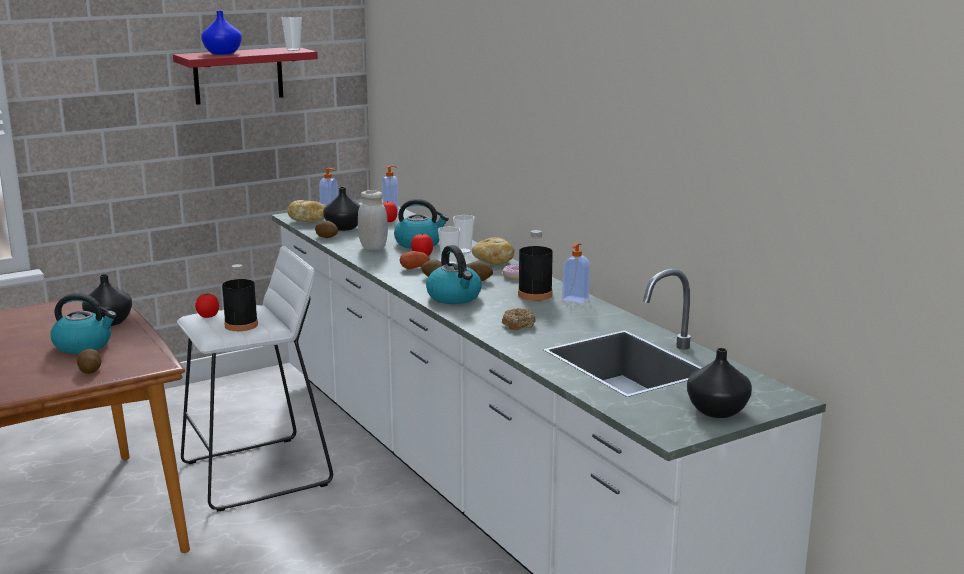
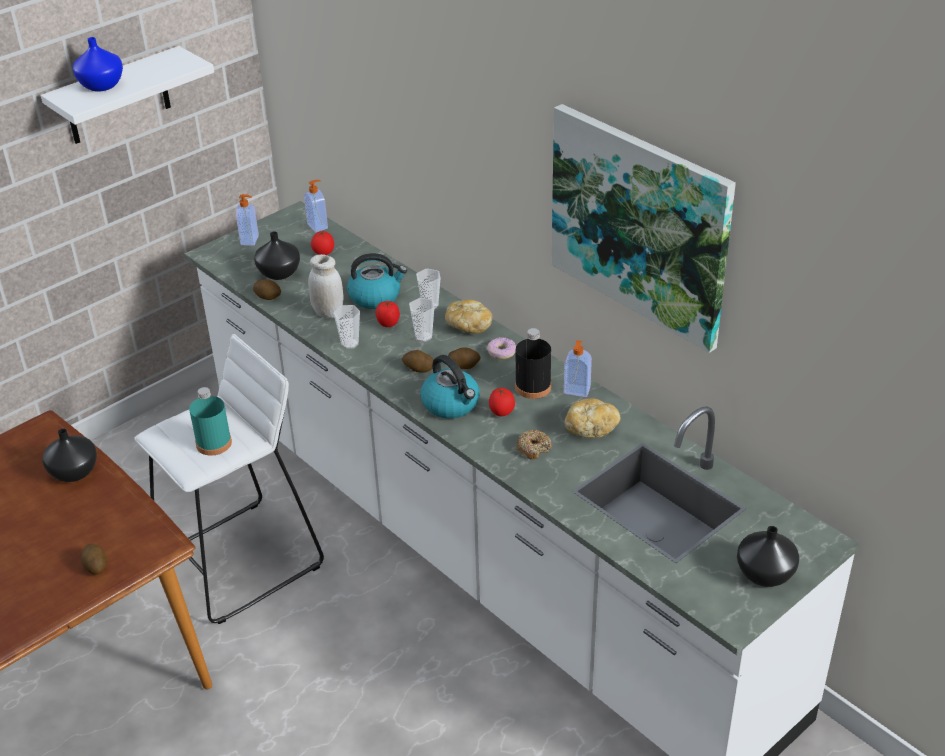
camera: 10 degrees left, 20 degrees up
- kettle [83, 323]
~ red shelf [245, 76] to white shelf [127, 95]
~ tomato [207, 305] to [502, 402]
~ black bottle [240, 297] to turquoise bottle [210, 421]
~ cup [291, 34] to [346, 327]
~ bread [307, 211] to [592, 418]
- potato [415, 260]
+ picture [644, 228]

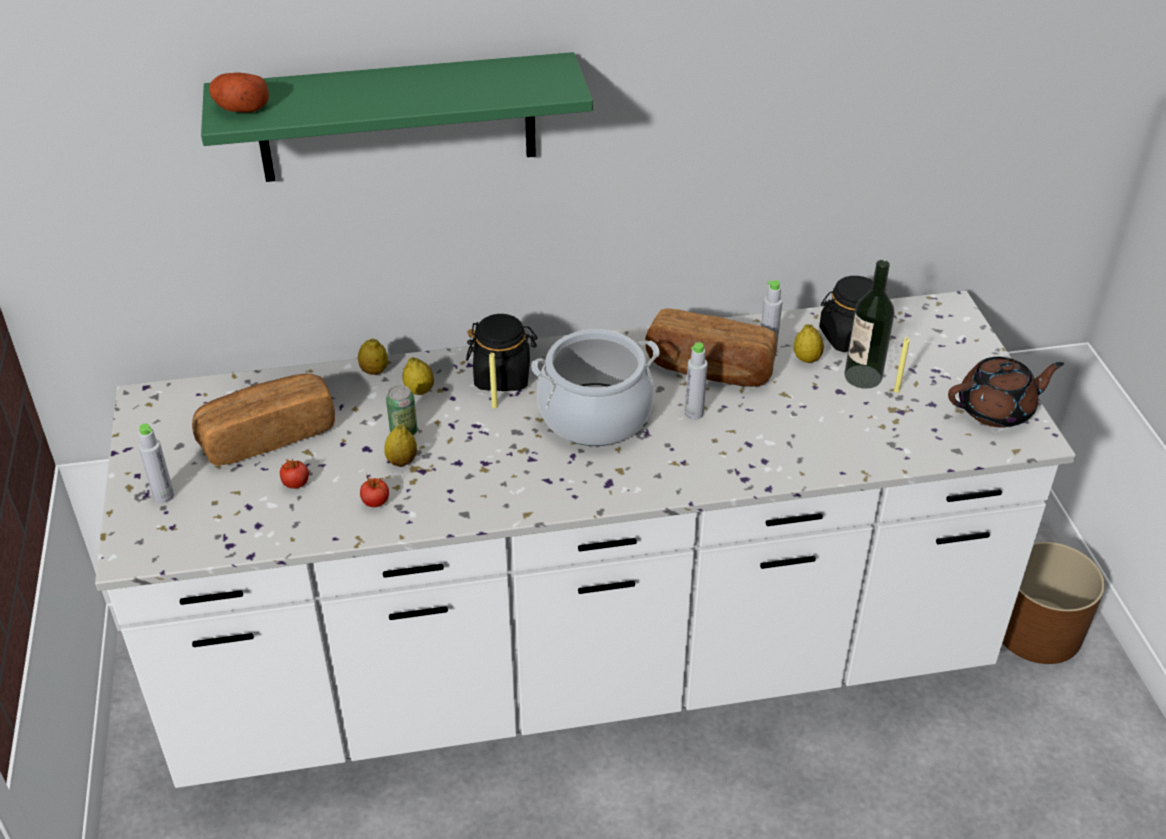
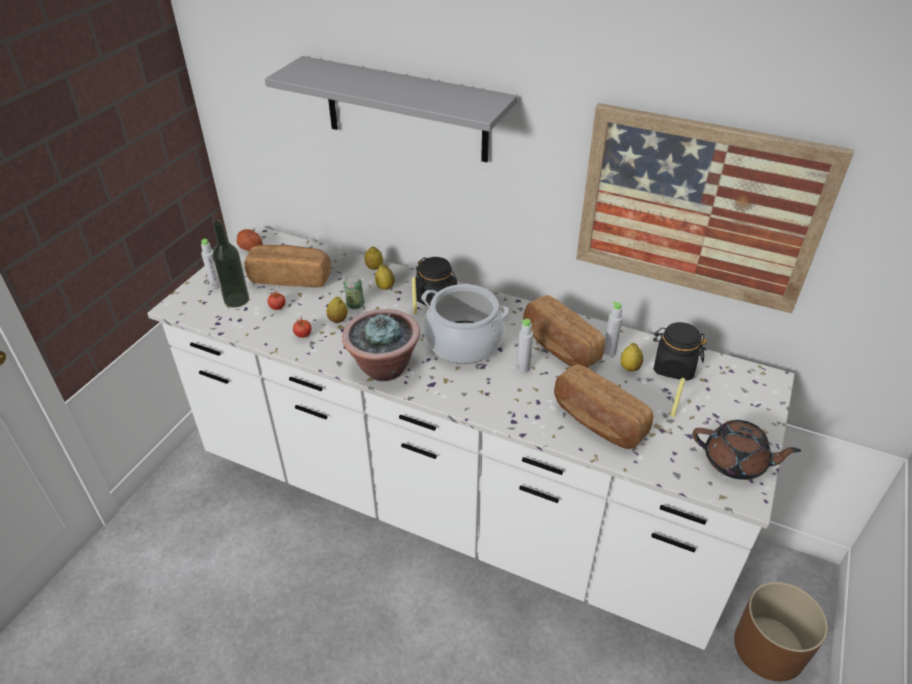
camera: 35 degrees right, 0 degrees up
~ green shelf [397, 117] to grey shelf [391, 109]
~ potato [239, 92] to [250, 240]
~ bottle [870, 324] to [230, 264]
+ potted plant [381, 345]
+ bread [604, 406]
+ picture [715, 208]

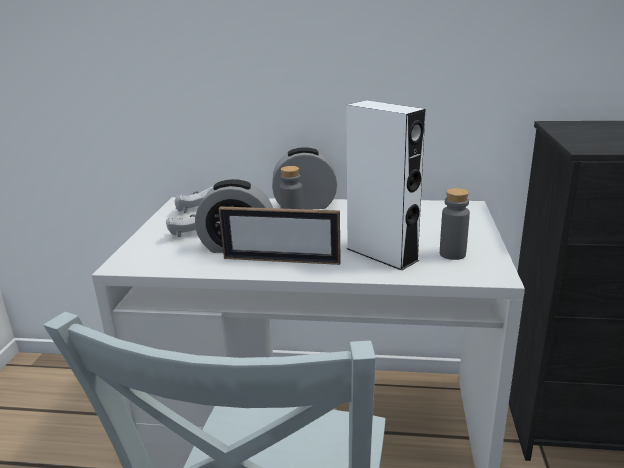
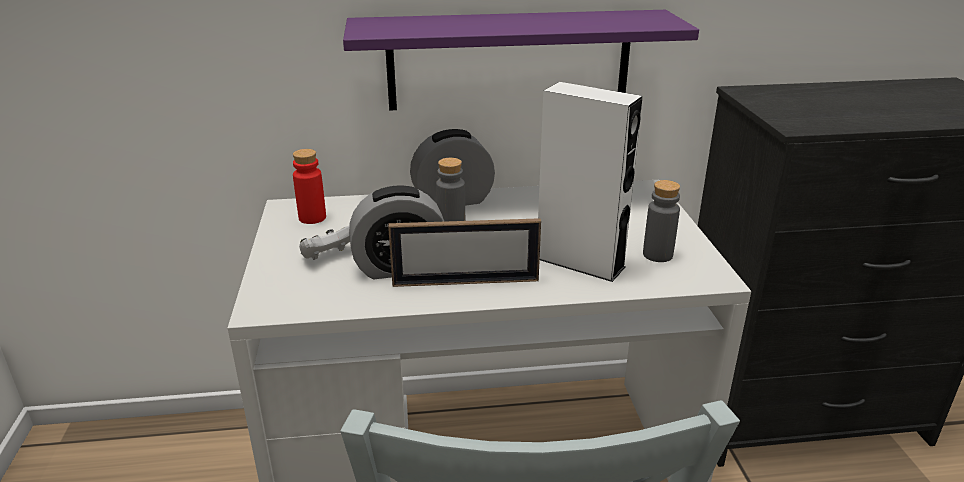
camera: 15 degrees left, 5 degrees up
~ white game controller [193, 199] to red bottle [309, 186]
+ purple shelf [521, 60]

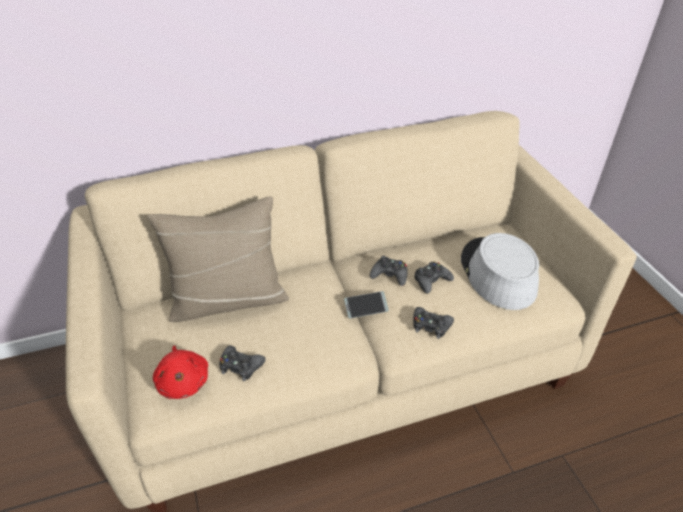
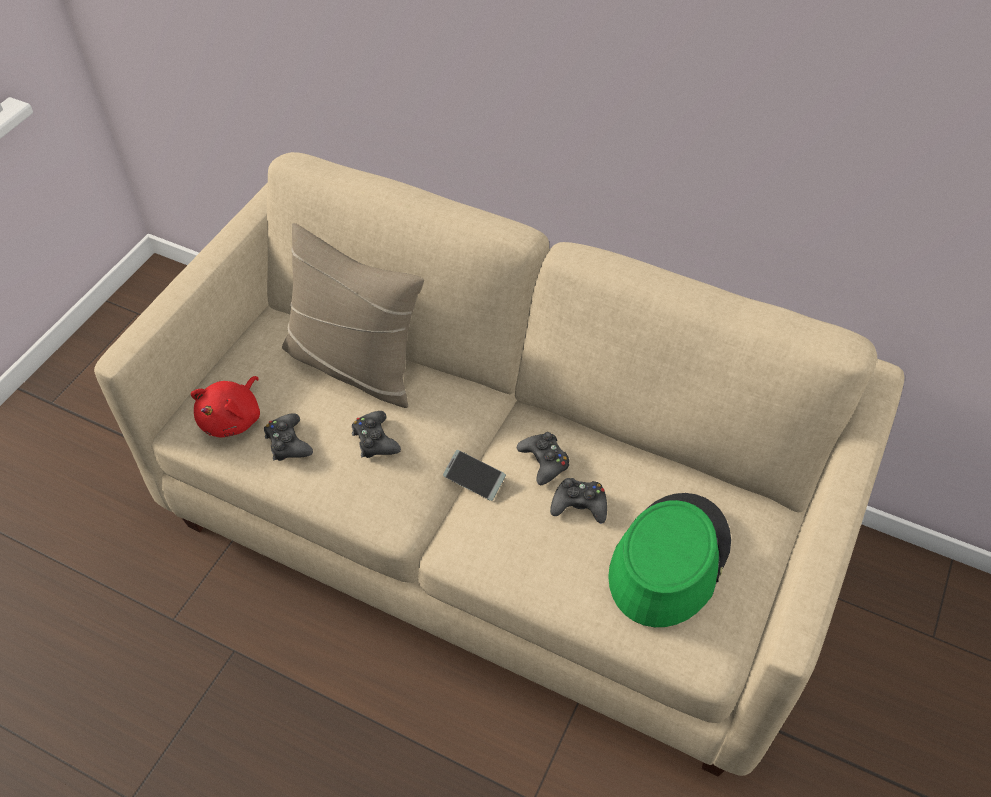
camera: 45 degrees right, 10 degrees up
~ black game controller [433, 323] to [376, 434]
~ grey hat [500, 271] to green hat [669, 560]

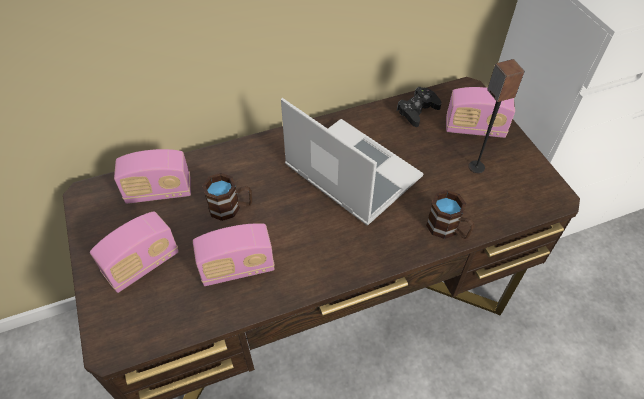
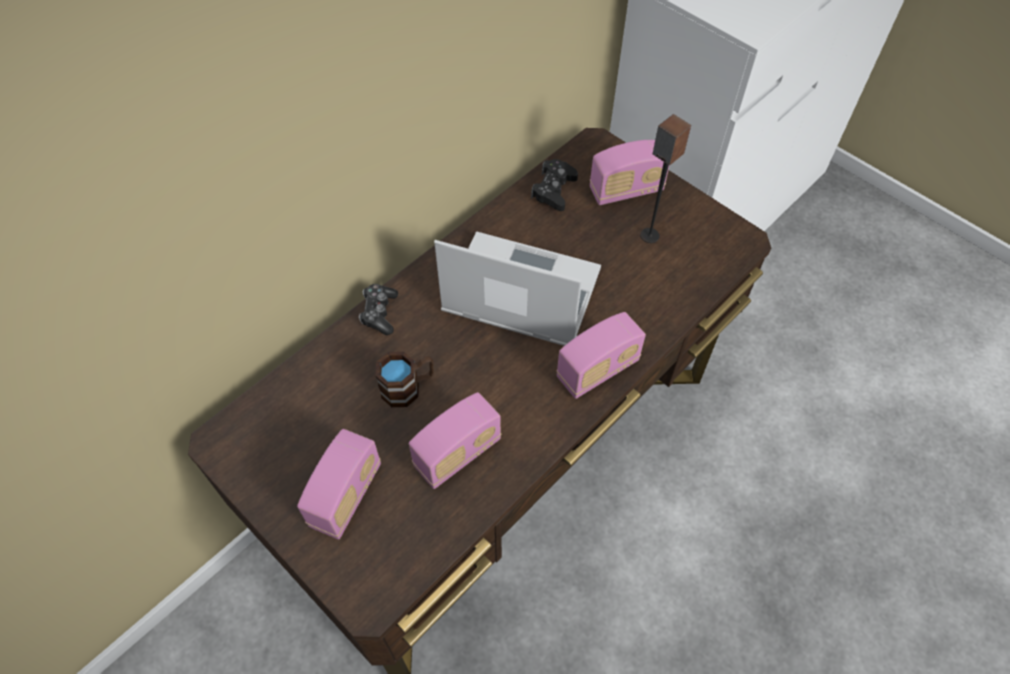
camera: 25 degrees left, 5 degrees up
~ radio [152, 176] to [601, 355]
- brown mug [450, 214]
+ game controller [378, 309]

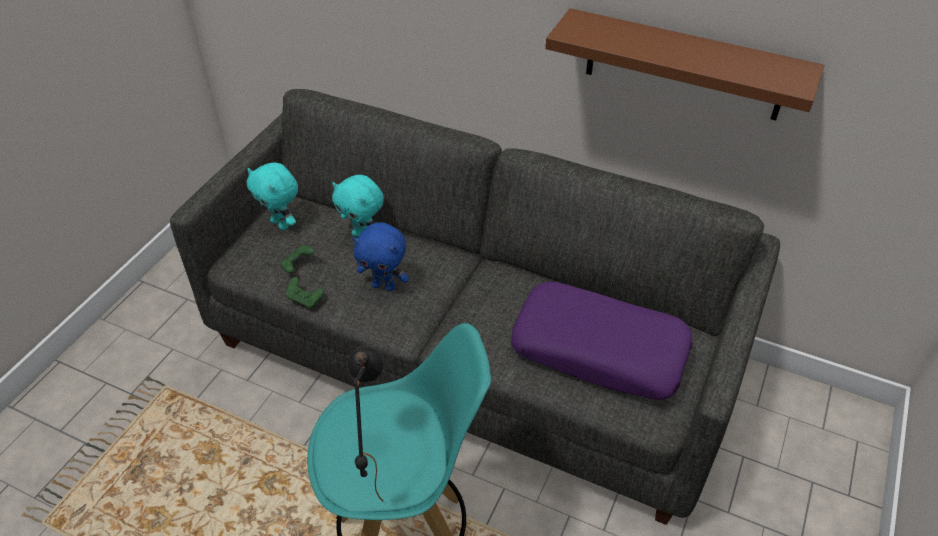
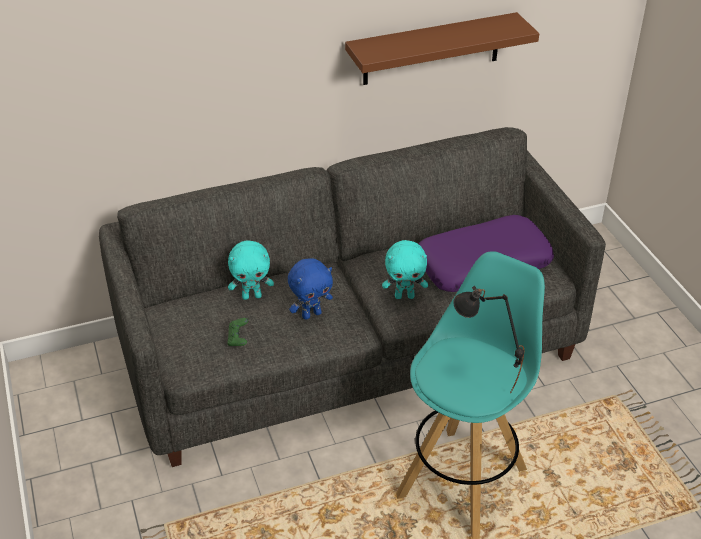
camera: 45 degrees left, 5 degrees down
~ turquoise plush toy [272, 196] to [405, 269]
- green game controller [305, 293]

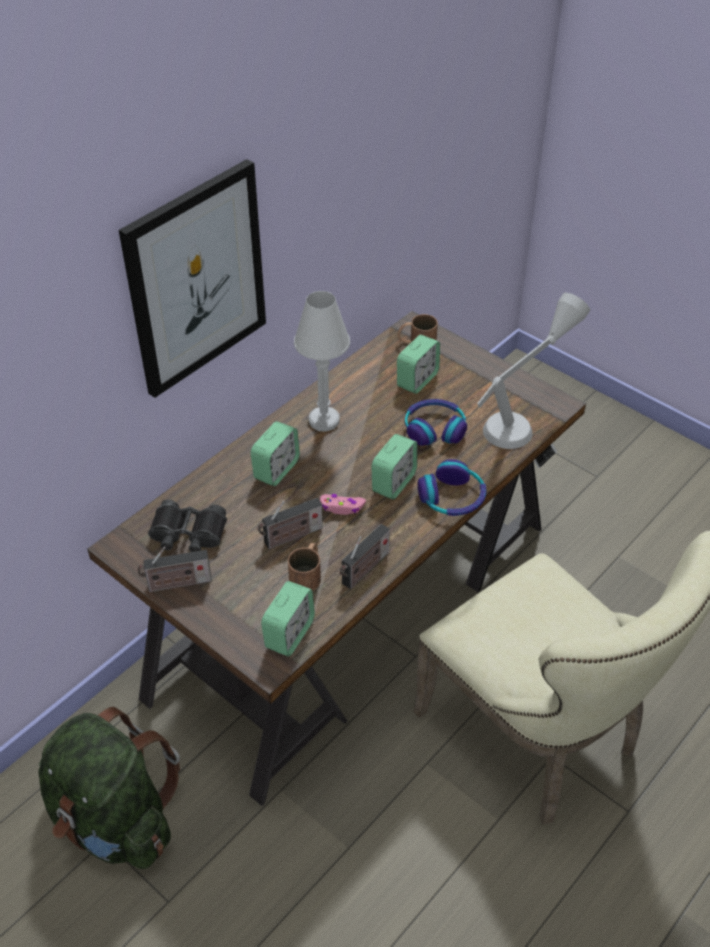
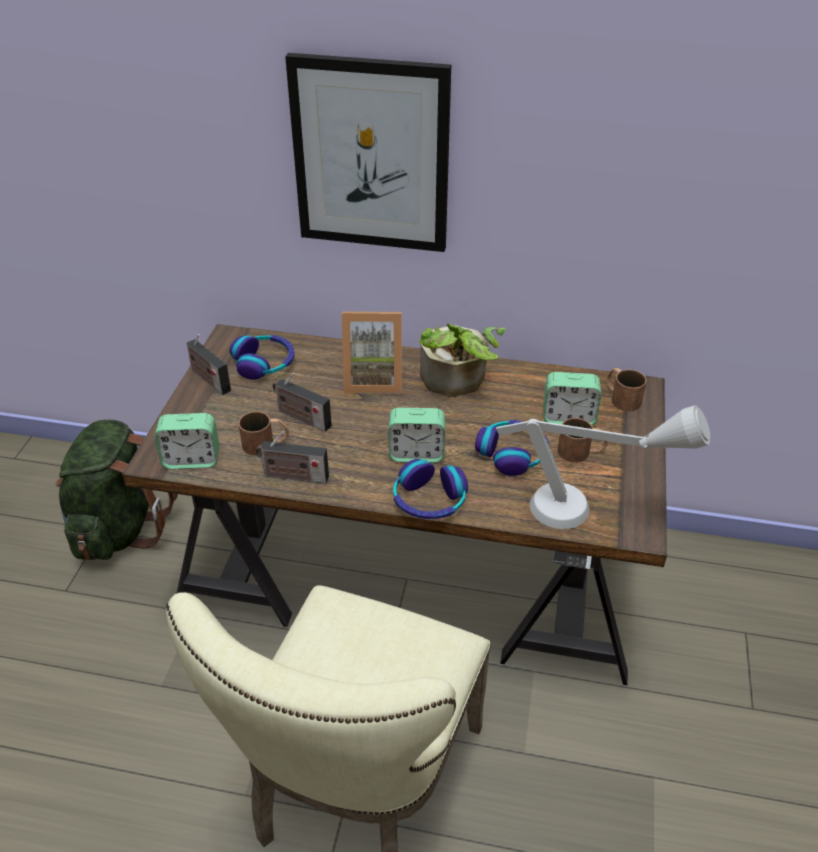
camera: 60 degrees right, 5 degrees down
~ black binoculars [187, 525] to headphones [262, 357]
~ alarm clock [275, 453] to picture frame [372, 352]
~ white table lamp [322, 361] to potted plant [462, 360]
- pink game controller [343, 504]
+ brown mug [583, 440]

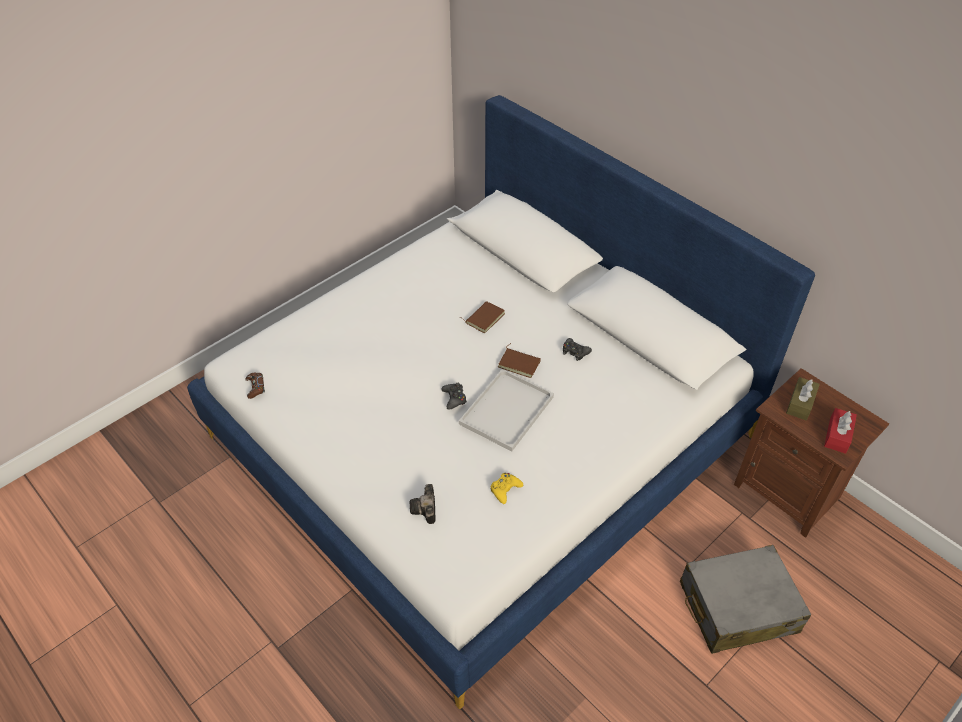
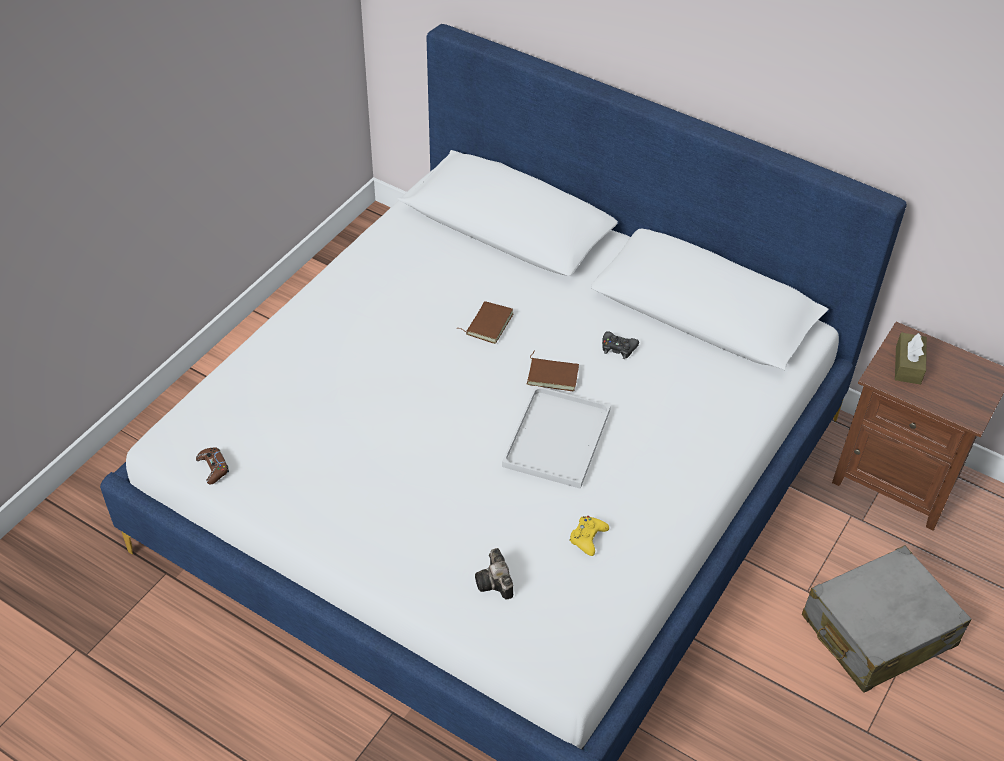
camera: 15 degrees left, 0 degrees up
- black game controller [454, 396]
- red tissue box [840, 431]

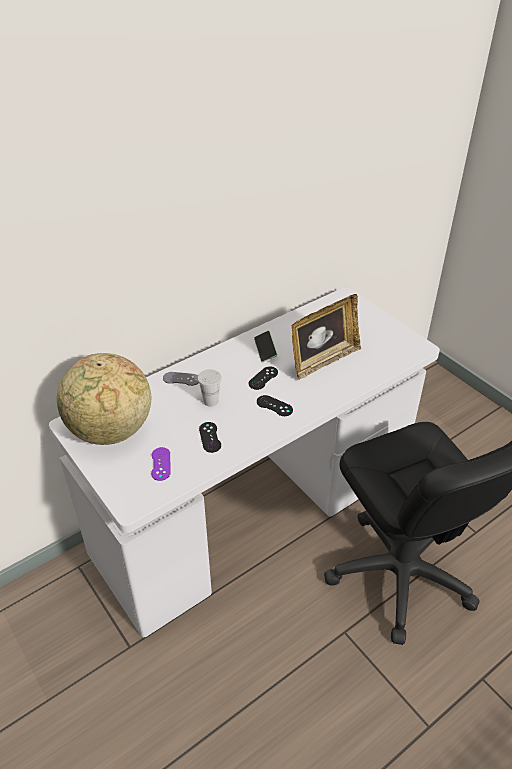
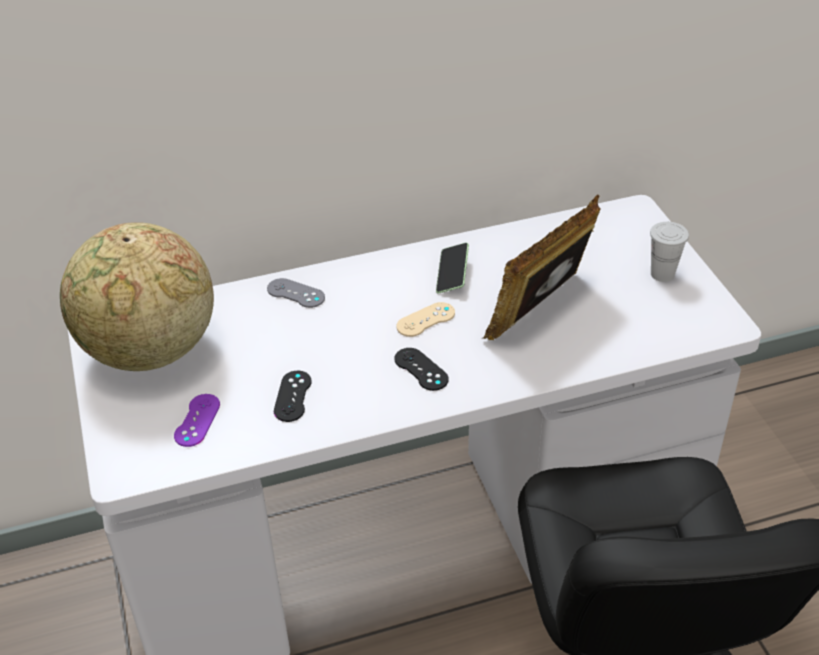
camera: 20 degrees right, 0 degrees up
~ white cup [209, 388] to [669, 252]
~ black game controller [263, 378] to beige game controller [425, 319]
~ picture frame [326, 337] = [541, 267] 150 degrees clockwise

